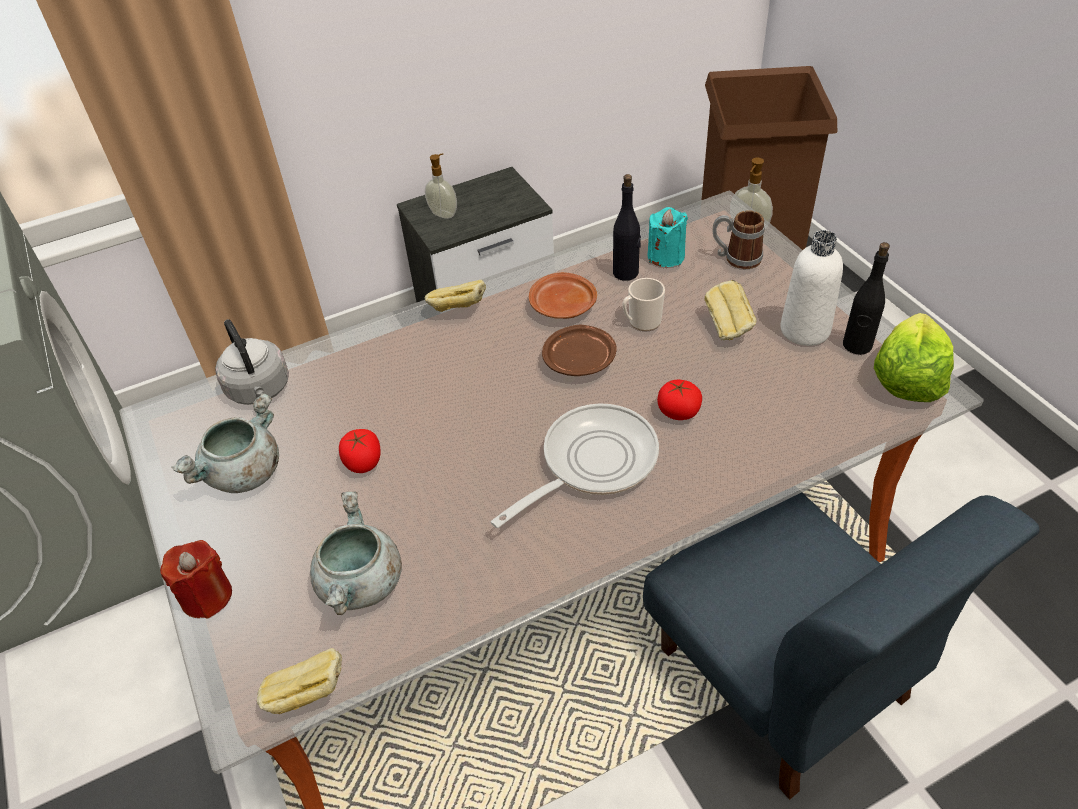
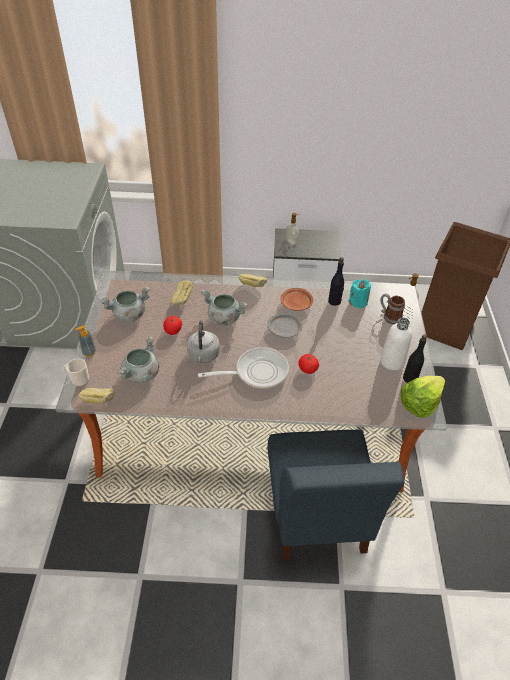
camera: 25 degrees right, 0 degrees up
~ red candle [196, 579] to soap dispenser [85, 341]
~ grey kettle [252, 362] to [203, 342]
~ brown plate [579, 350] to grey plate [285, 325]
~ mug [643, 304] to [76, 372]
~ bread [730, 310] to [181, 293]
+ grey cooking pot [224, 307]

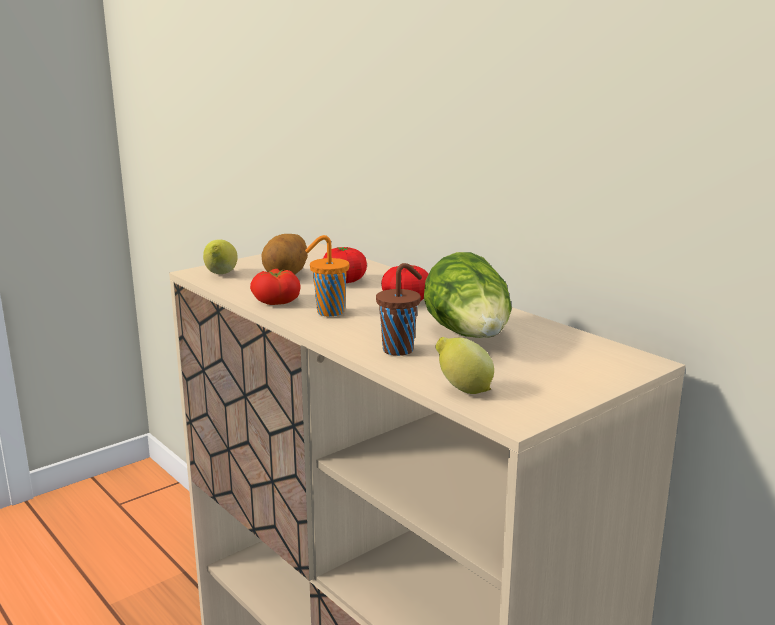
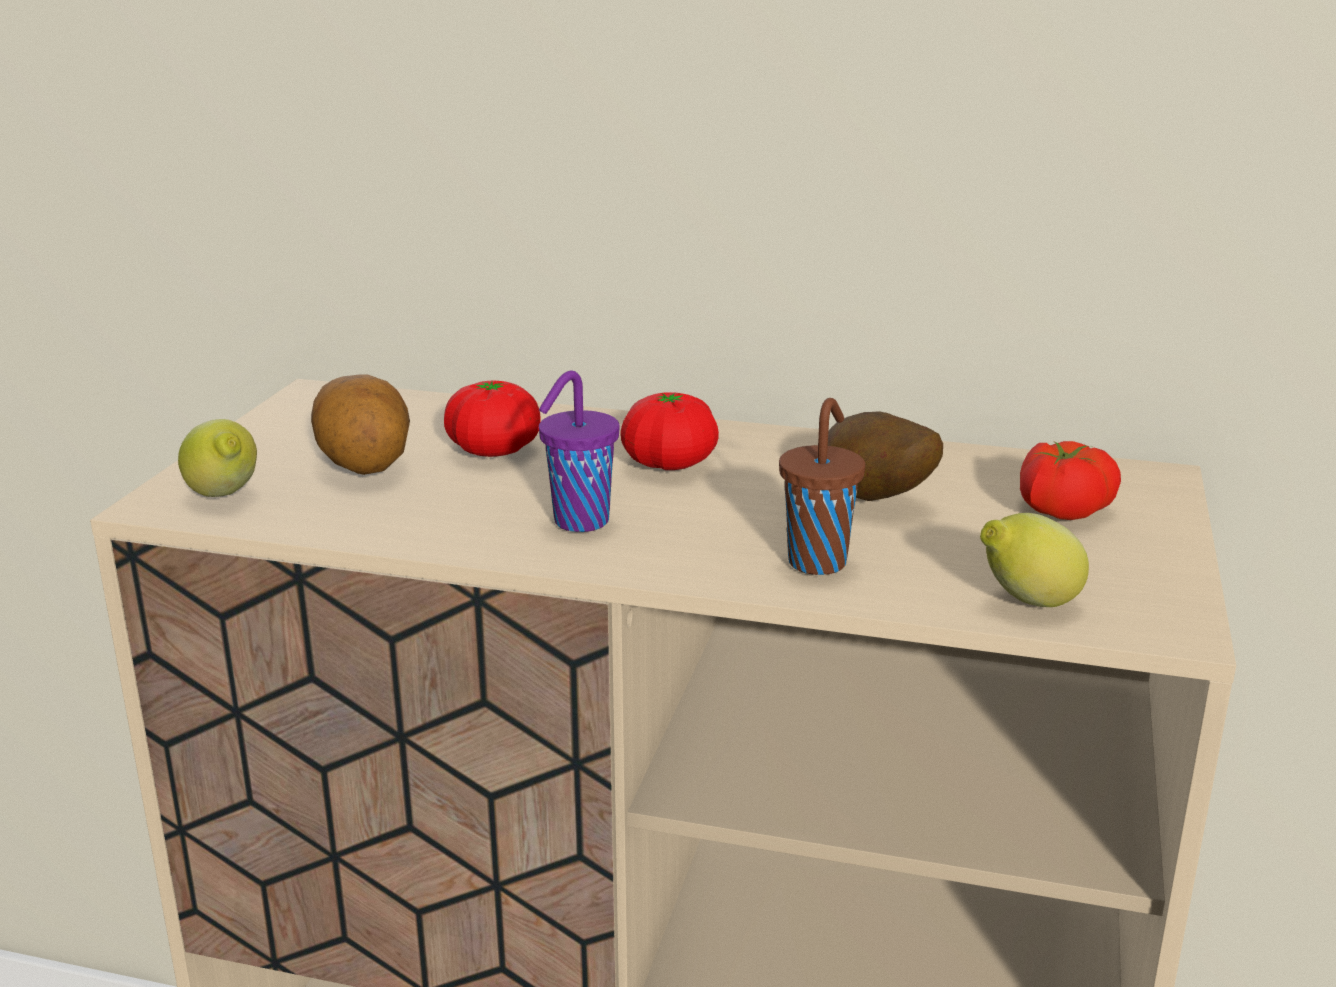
camera: 35 degrees left, 5 degrees up
~ tomato [275, 287] to [1070, 480]
~ orange cup [327, 276] to purple cup [579, 451]
~ lettuce [468, 295] to potato [885, 456]

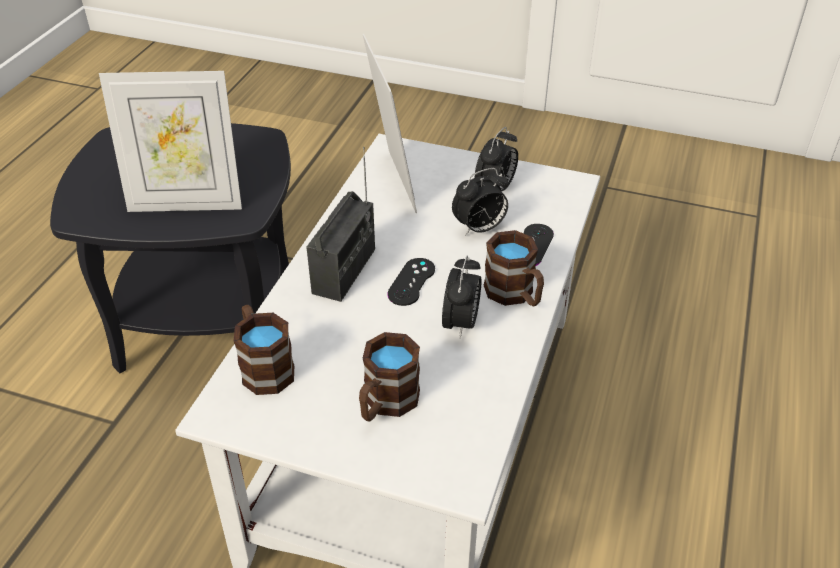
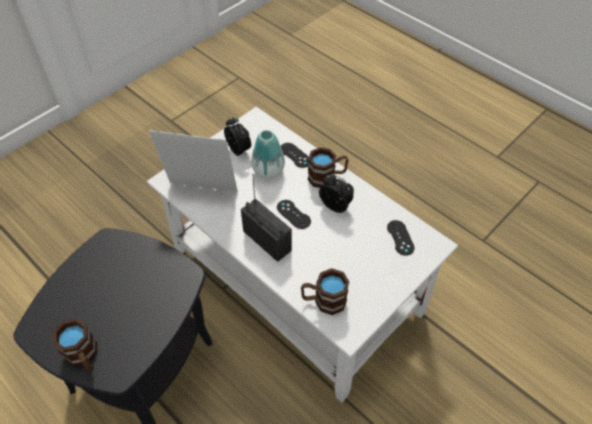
camera: 65 degrees left, 10 degrees up
- picture frame [170, 141]
~ brown mug [389, 377] to [75, 345]
~ alarm clock [480, 202] to vase [268, 154]
+ black game controller [401, 238]

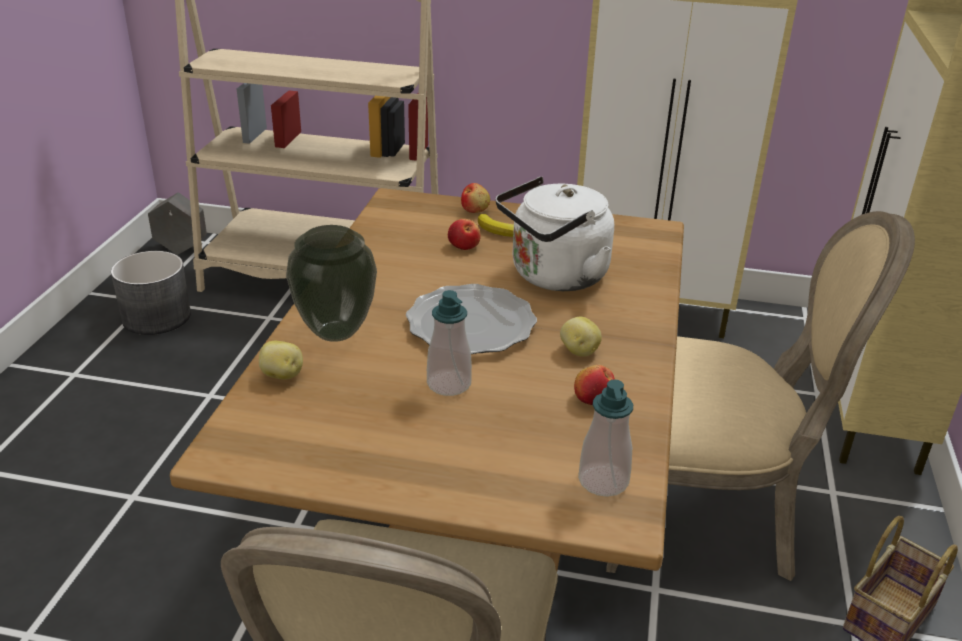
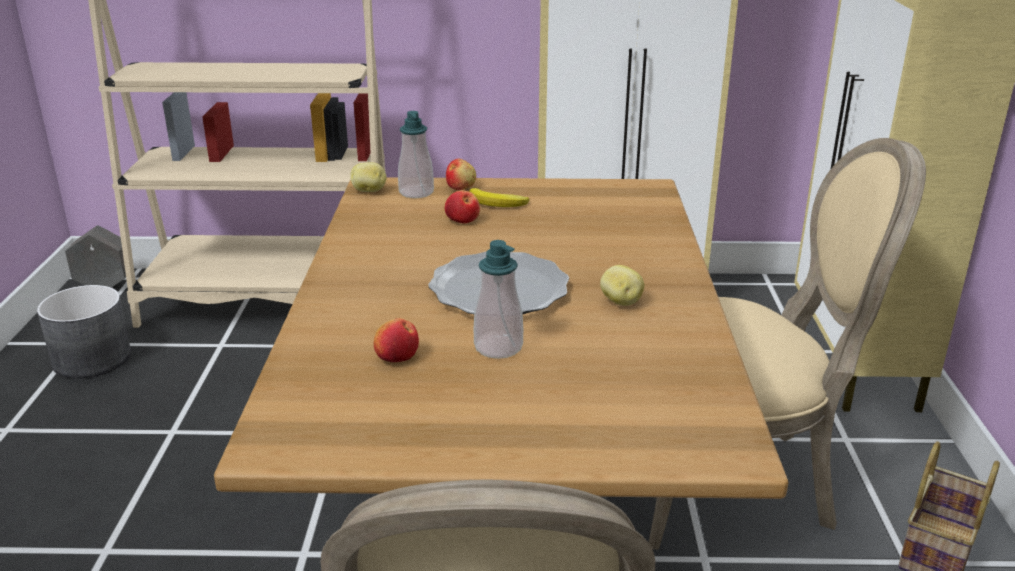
camera: 10 degrees left, 5 degrees down
~ potato [281, 360] to [368, 177]
- vase [331, 283]
- white kettle [555, 234]
~ apple [594, 385] to [396, 340]
~ soap dispenser [605, 438] to [416, 154]

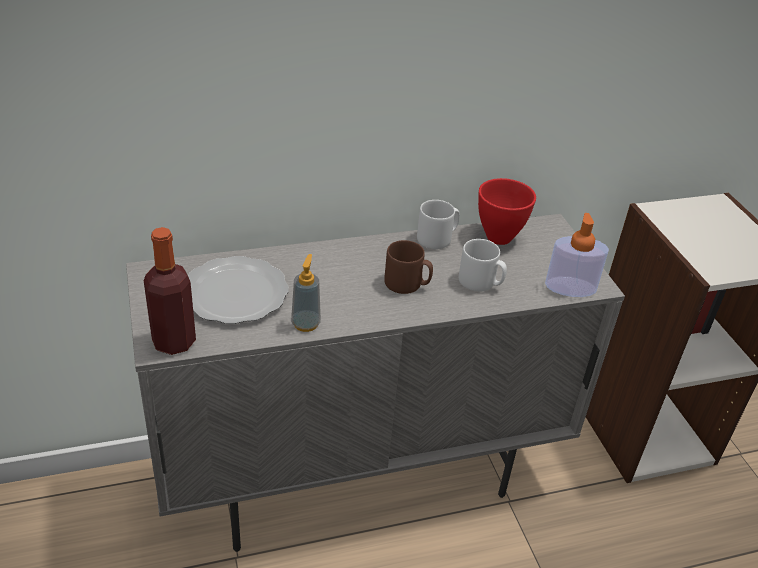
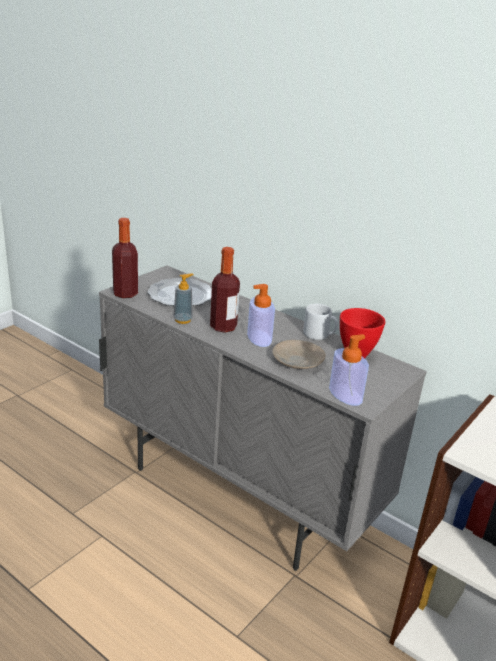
camera: 55 degrees right, 10 degrees down
~ brown mug [408, 267] to soap dispenser [261, 315]
~ grey mug [483, 265] to beige plate [299, 354]
+ bottle [225, 290]

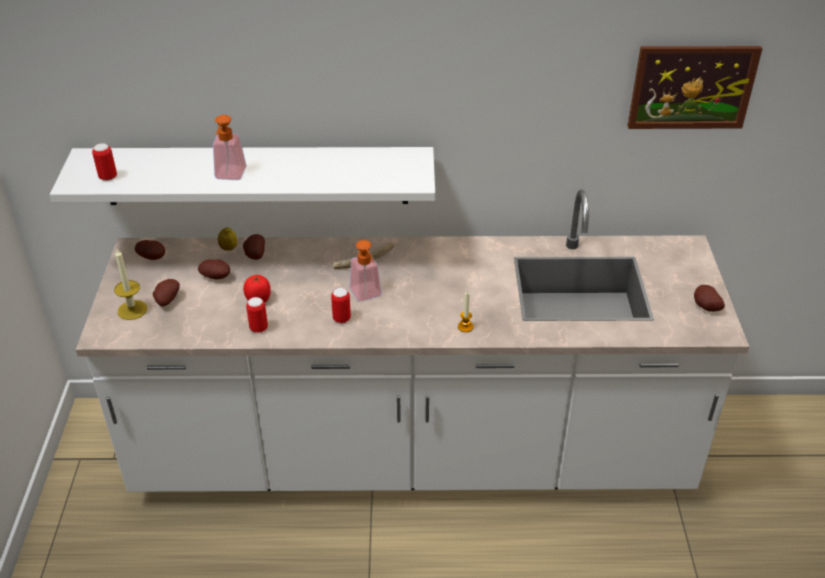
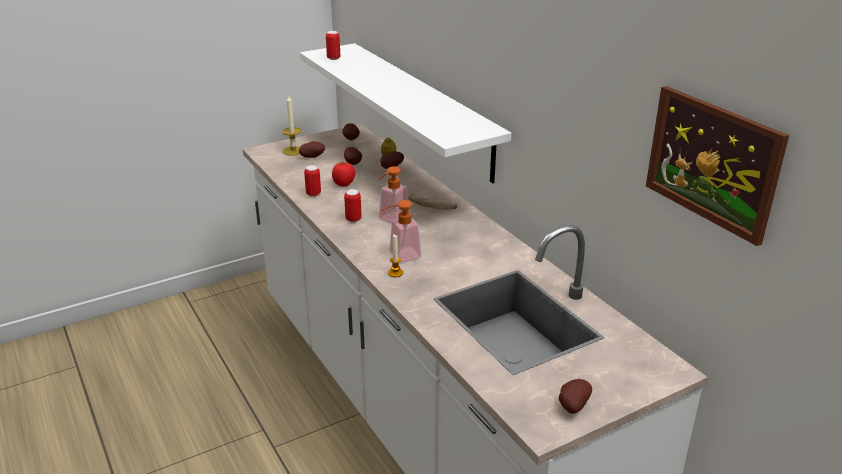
camera: 60 degrees right, 10 degrees down
~ soap dispenser [230, 147] to [401, 231]

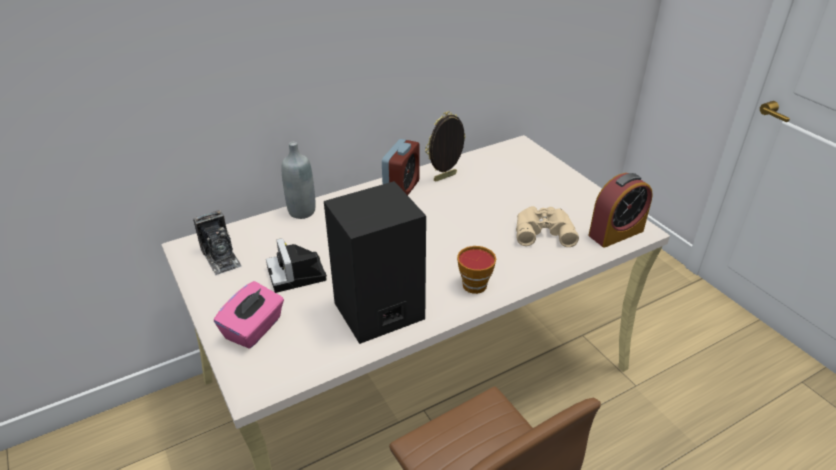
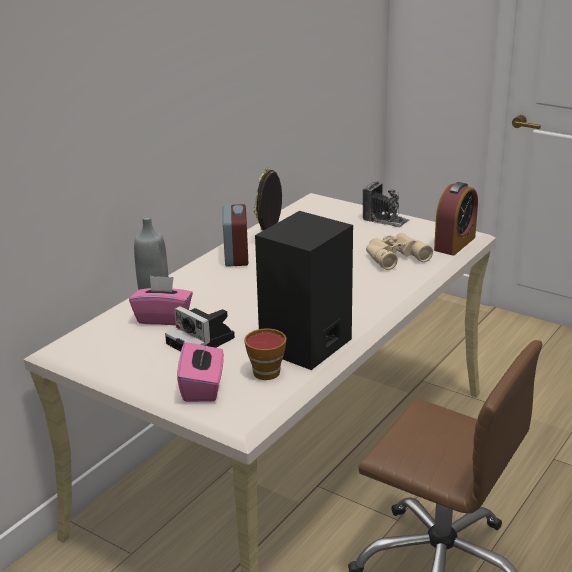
camera: 25 degrees left, 10 degrees down
~ photo camera [217, 242] to [385, 204]
~ cup [476, 270] to [265, 354]
+ pink tissue box [161, 300]

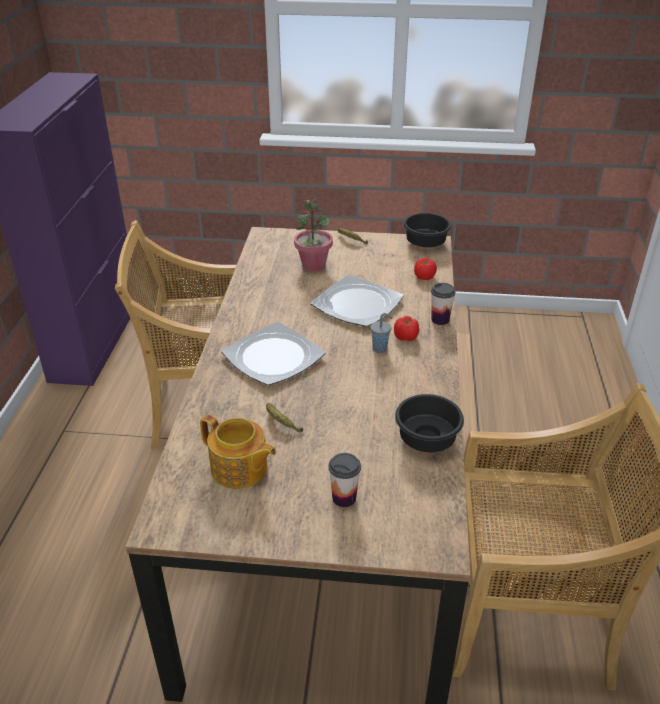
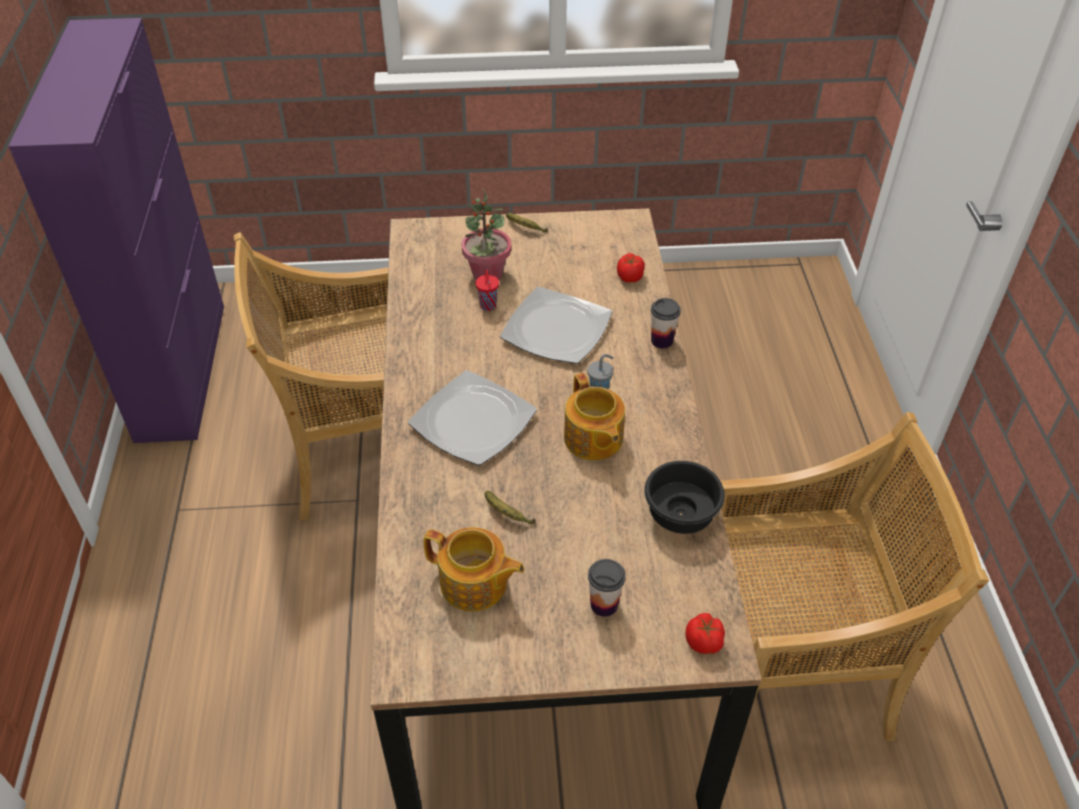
camera: 10 degrees left, 10 degrees up
~ tomato [406, 328] to [705, 633]
- black bowl [427, 230]
+ red cup [487, 290]
+ teapot [594, 417]

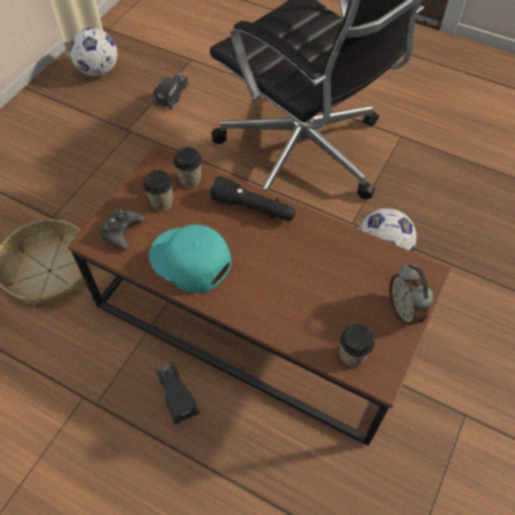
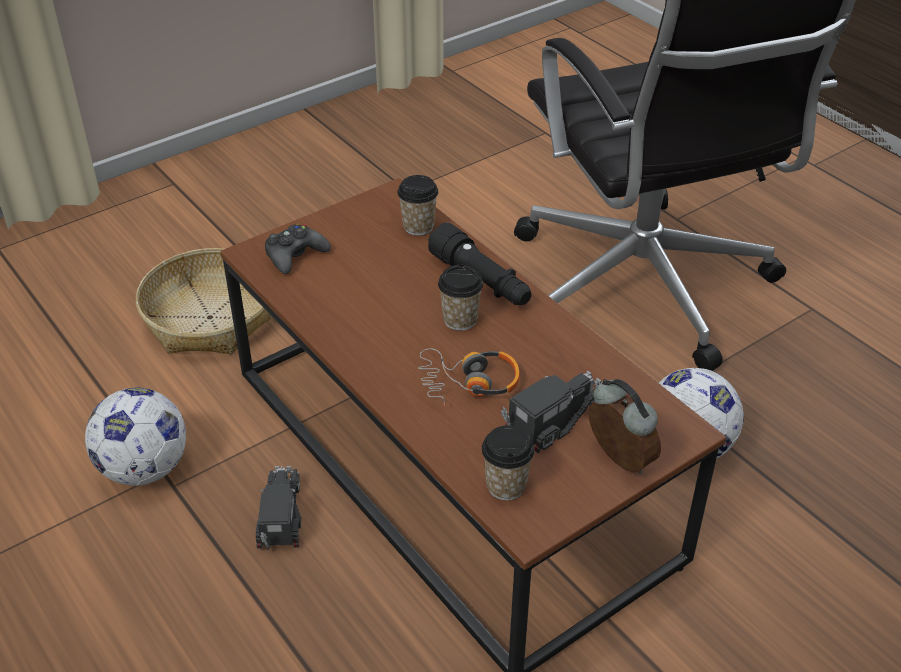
camera: 25 degrees right, 15 degrees down
~ football [93, 52] to [135, 436]
~ cup [158, 190] to [460, 298]
- turquoise cap [190, 259]
~ toy truck [170, 91] to [551, 412]
~ alarm clock [411, 295] = [624, 426] 135 degrees clockwise
+ headphones [469, 377]

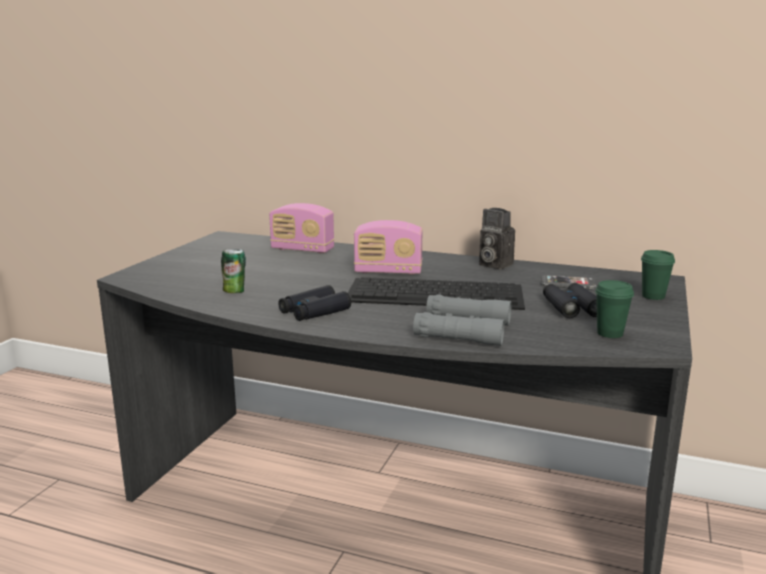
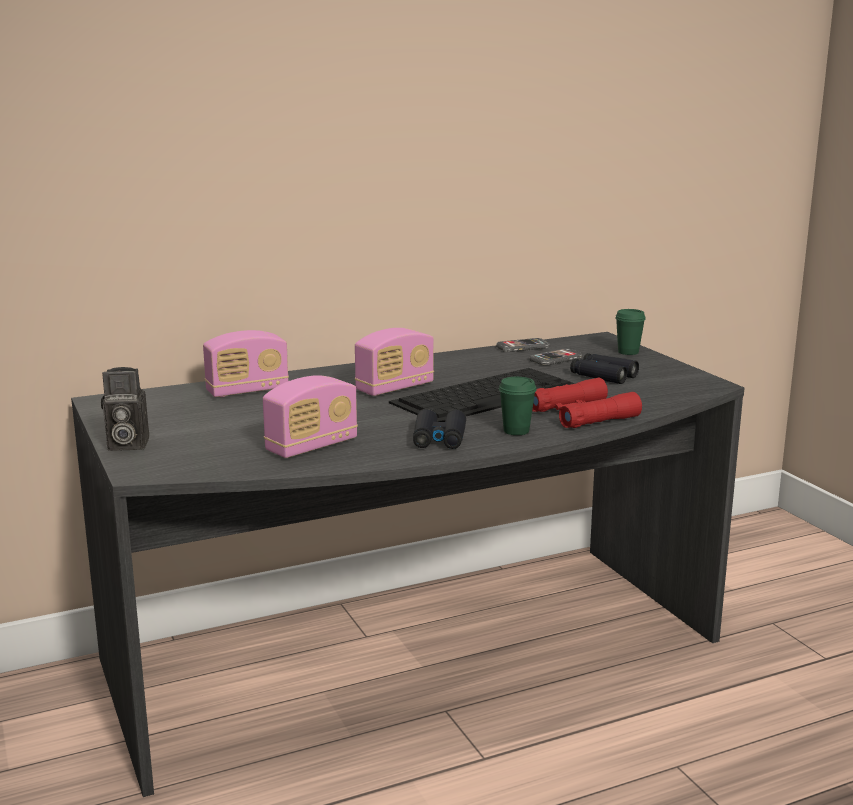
camera: 45 degrees left, 0 degrees up
~ can [233, 271] to radio [310, 416]
~ grey binoculars [462, 320] to red binoculars [587, 403]
~ photo camera [497, 239] to [125, 409]
~ green cup [614, 309] to [518, 406]
+ phone [523, 345]

